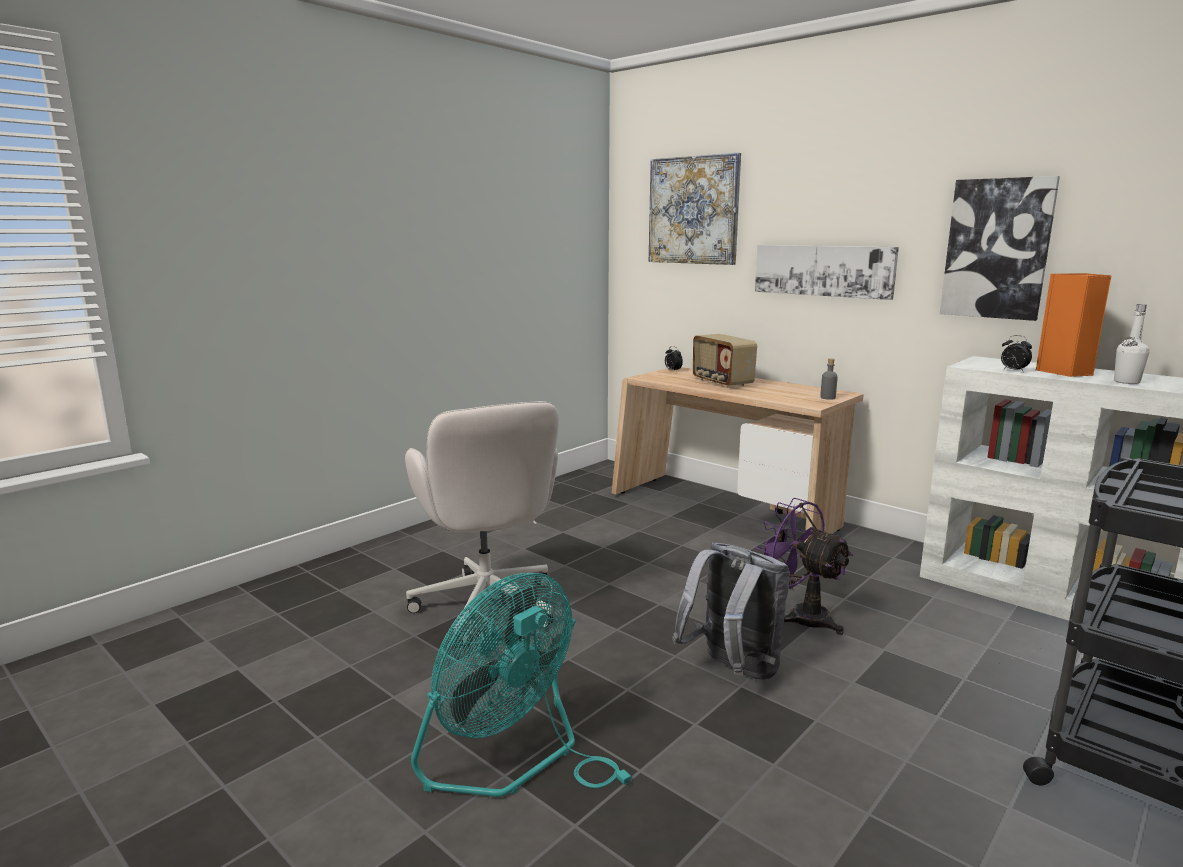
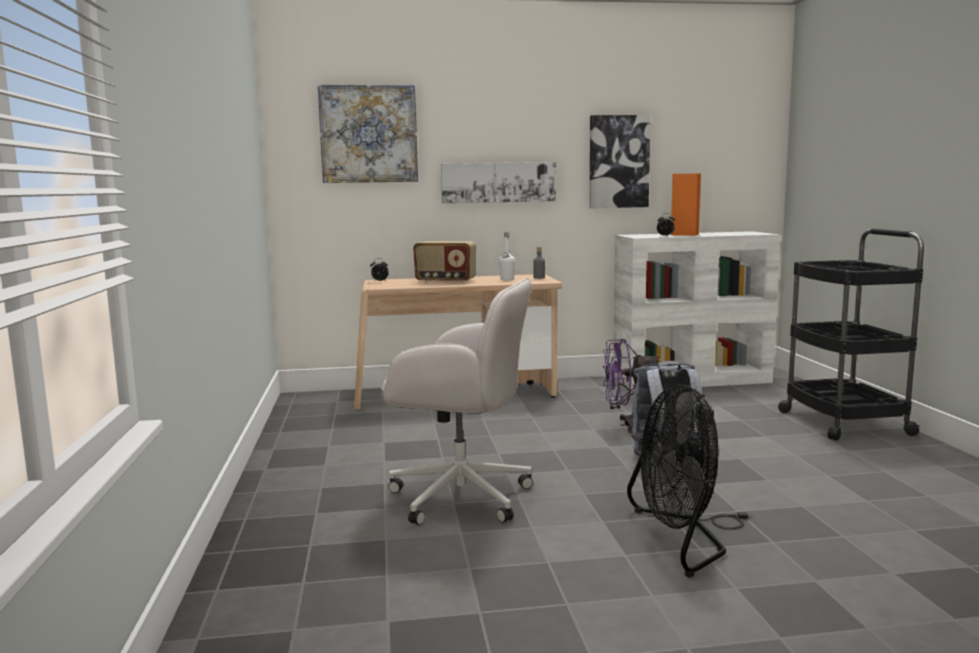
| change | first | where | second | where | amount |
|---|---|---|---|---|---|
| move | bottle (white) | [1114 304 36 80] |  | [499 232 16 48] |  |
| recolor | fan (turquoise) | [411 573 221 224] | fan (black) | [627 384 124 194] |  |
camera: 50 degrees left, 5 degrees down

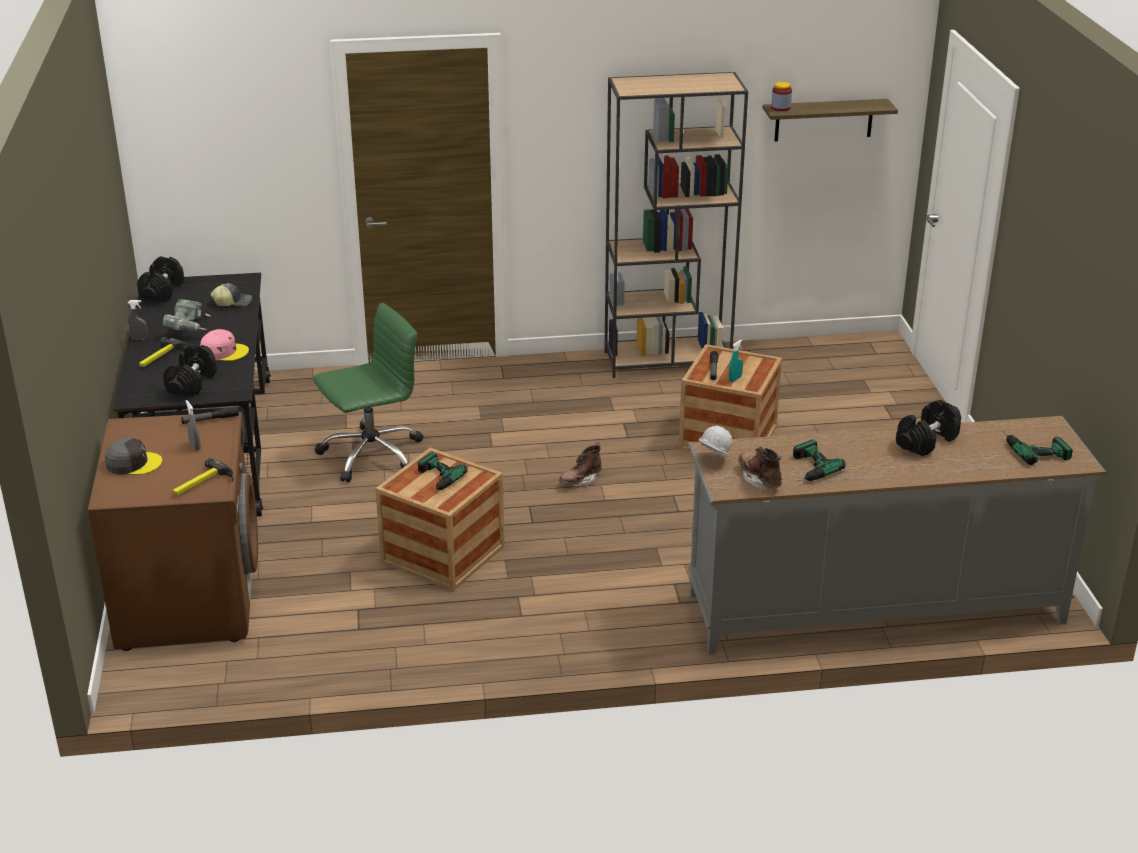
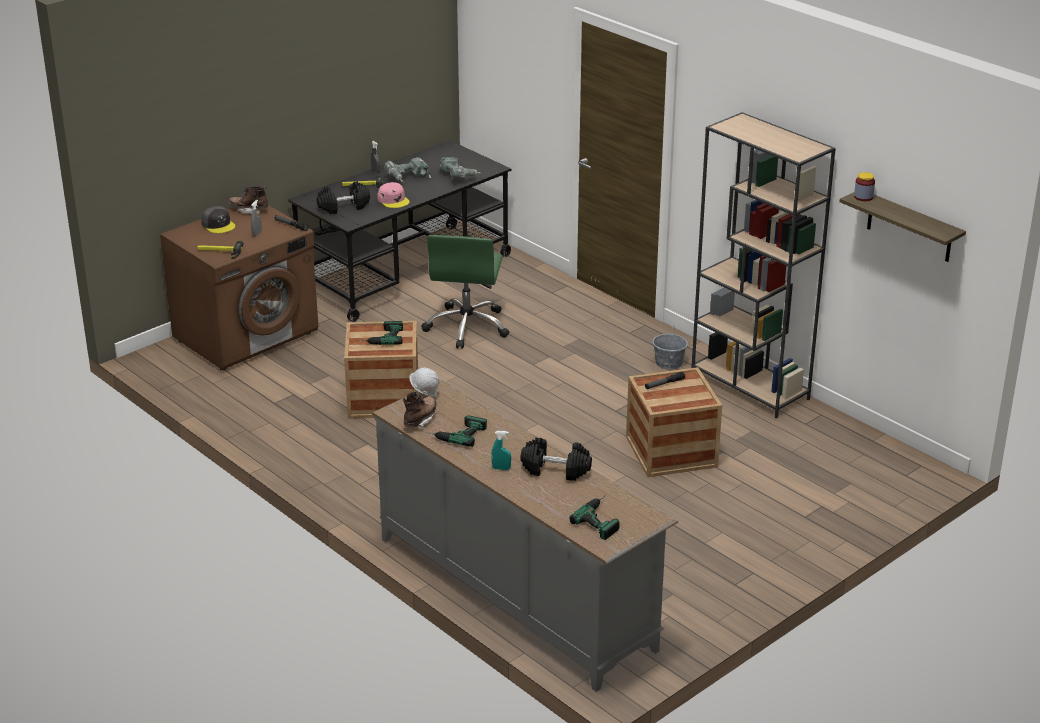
| change | first | where | second | where | amount |
|---|---|---|---|---|---|
| delete | dumbbell (black) | [137 256 47 46] |  |  |  |
| replace | cap | [211 283 41 23] | power drill | [439 157 41 21] |  |
| rotate | office chair (green) | [313 303 110 180] |  | [421 235 88 114] | 75 degrees clockwise |
| move | spray bottle (turquoise) | [729 340 14 42] |  | [491 431 20 39] |  |
| move | boot (brown) | [559 443 43 44] |  | [228 186 40 28] |  |
| insert |  |  | bucket (grey) | [652 325 36 44] |  |
camera: 55 degrees right, 0 degrees up

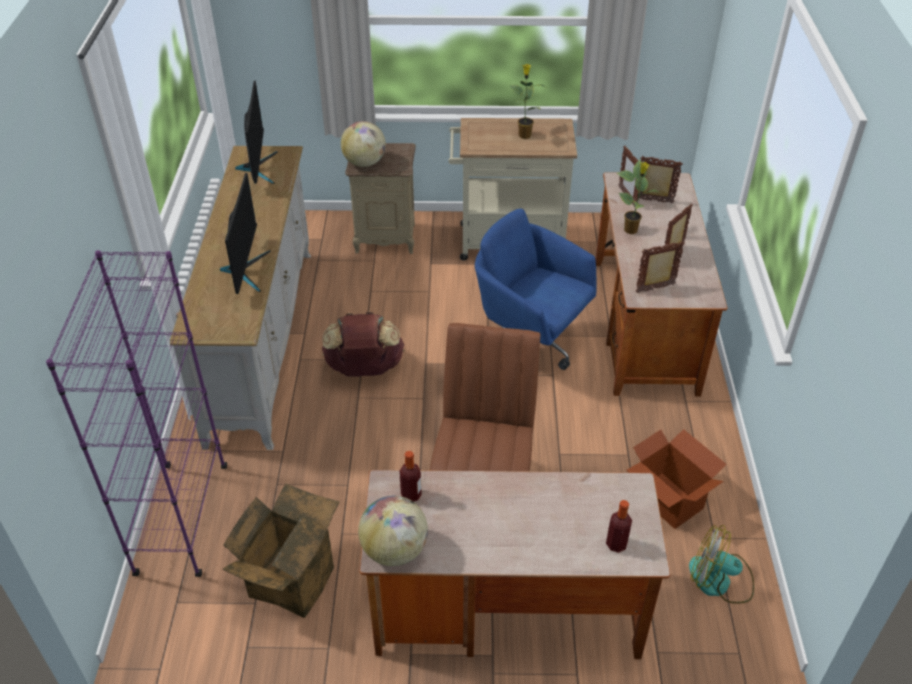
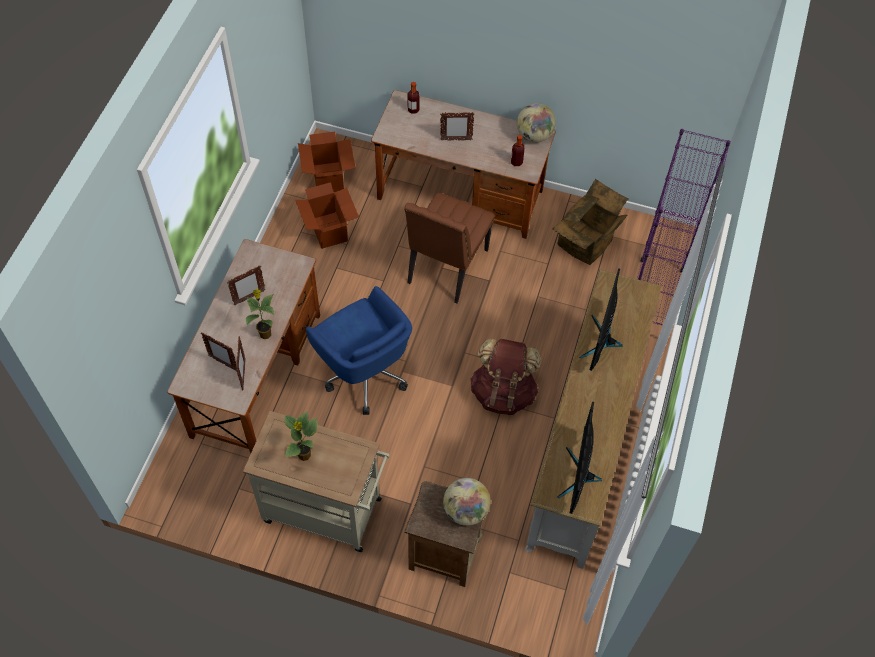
| change | first | where | second | where | amount |
|---|---|---|---|---|---|
| move | picture frame | [635 242 50 51] |  | [440 112 34 29] |  |
| replace | fan | [689 525 65 79] | cardboard box | [298 132 57 60] |  |
camera: 165 degrees left, 15 degrees up

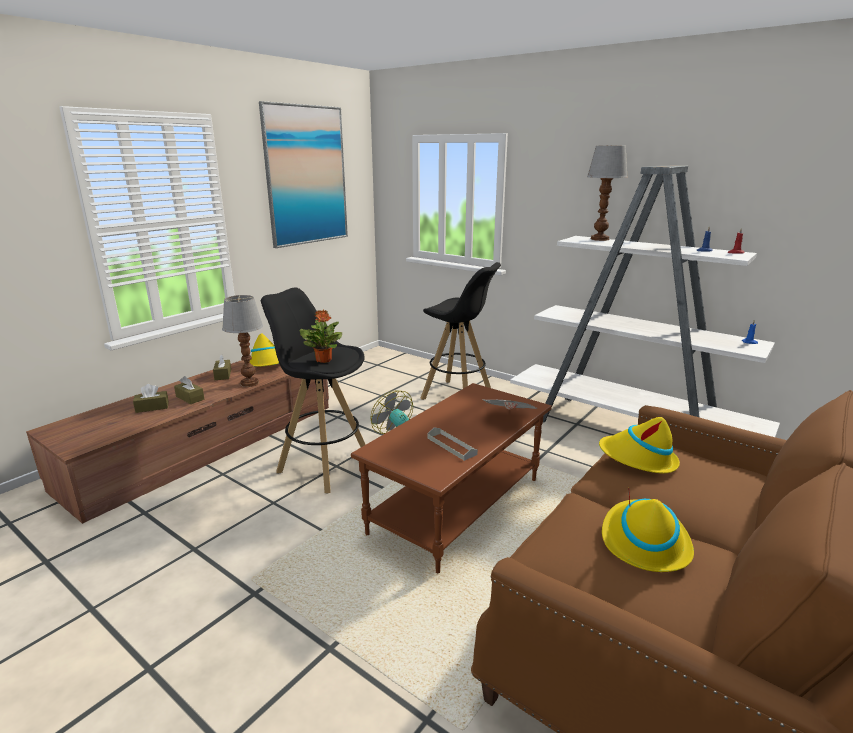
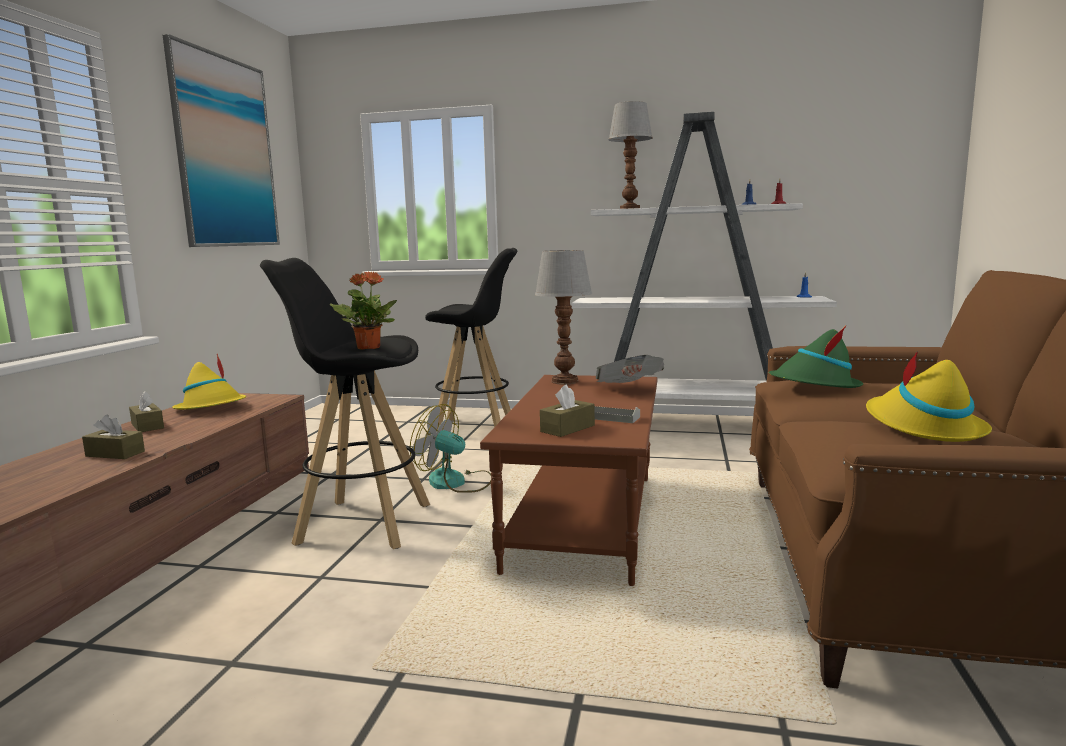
| change | first | where | second | where | amount |
|---|---|---|---|---|---|
| move | table lamp | [222 295 41 92] |  | [535 250 57 135] |  |
| move | tissue box (brown) | [133 384 36 29] |  | [540 384 55 53] |  |
| recolor | hat (yellow) | [599 417 81 56] | hat (green) | [769 326 94 62] |  |
camera: 25 degrees left, 10 degrees down

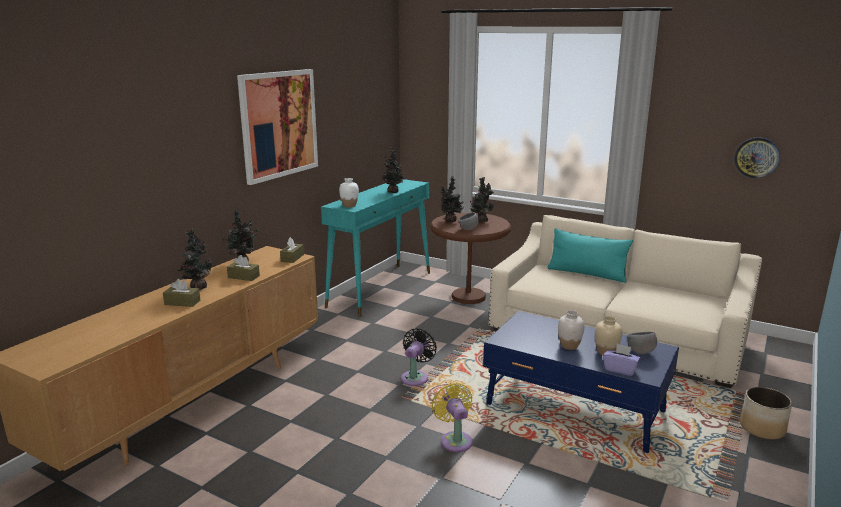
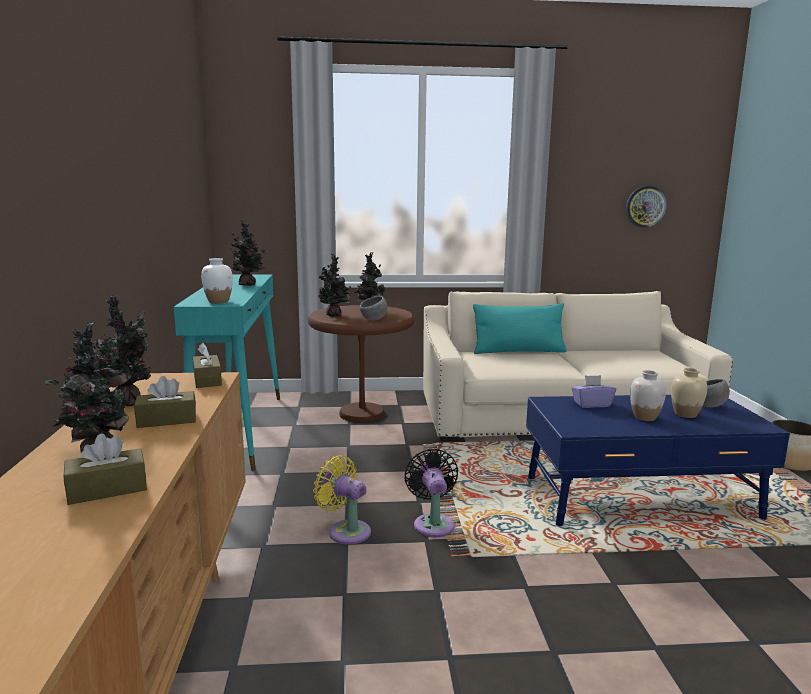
| change | first | where | second | where | amount |
|---|---|---|---|---|---|
| delete | picture | [237 69 81 116] |  |  |  |
| move | tissue box (purple) | [603 344 37 32] |  | [571 375 45 33] |  |
| move | fan (yellow) | [432 383 41 69] |  | [313 455 58 90] |  |
camera: 35 degrees left, 5 degrees down

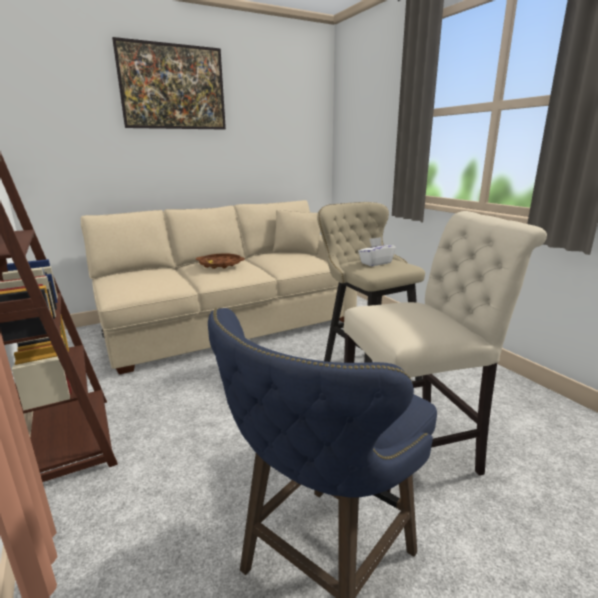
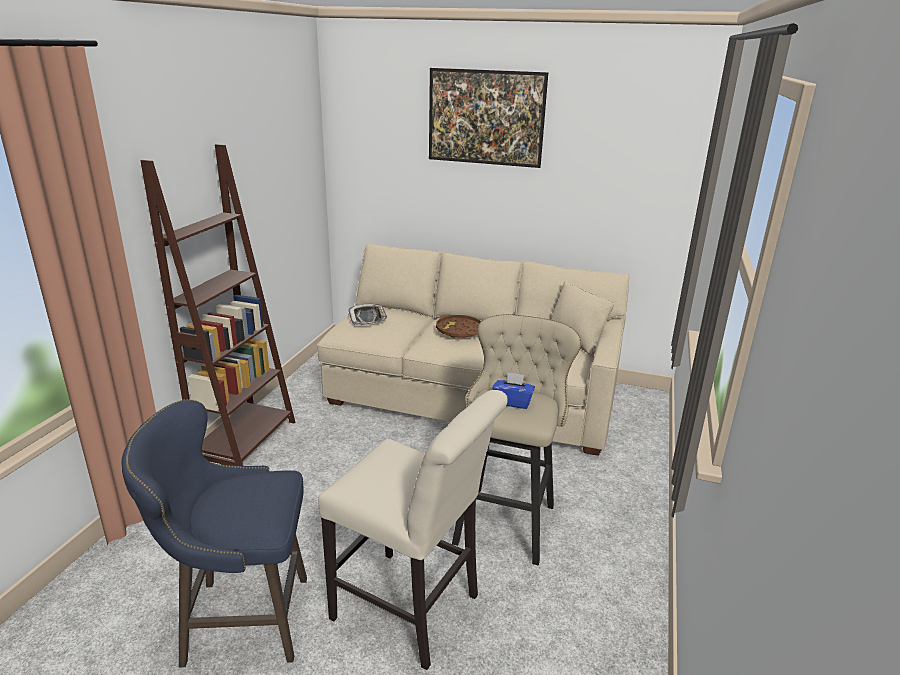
| change | first | where | second | where | amount |
|---|---|---|---|---|---|
| recolor | tissue box (white) | [358 237 38 29] | tissue box (blue) | [492 372 43 37] |  |
| insert |  |  | tray | [349 303 39 22] |  |
camera: 45 degrees right, 5 degrees up

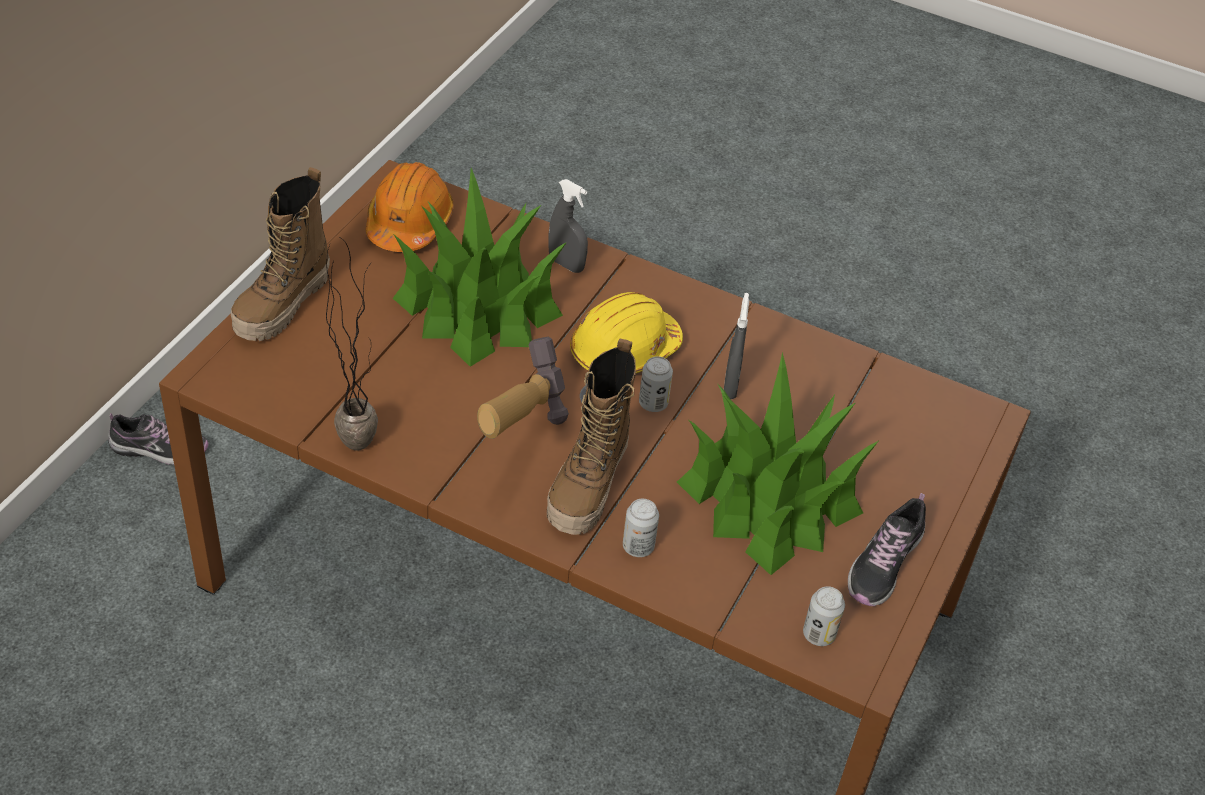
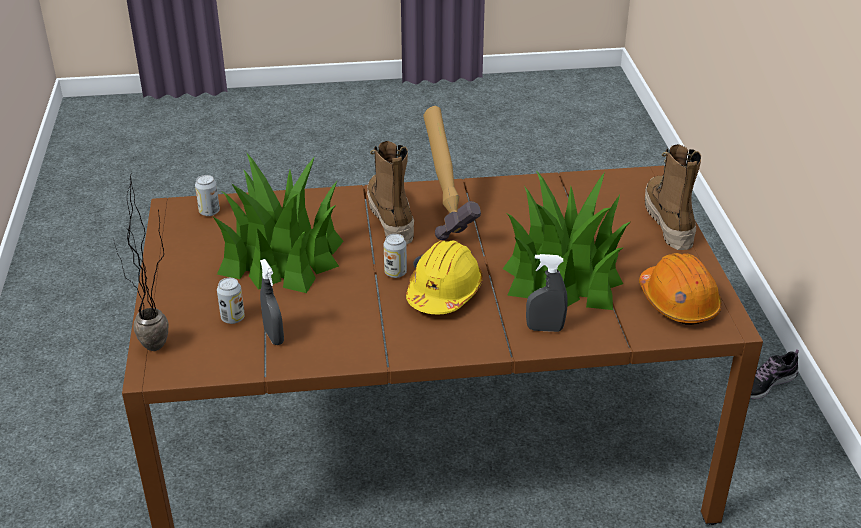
| change | first | where | second | where | amount |
|---|---|---|---|---|---|
| move | potted plant | [326 236 52 215] |  | [114 172 54 179] |  |
| move | spray bottle (grey) | [724 293 25 106] |  | [260 259 24 86] |  |
| delete | shoe | [848 493 78 113] |  |  |  |
| move | can | [623 499 36 58] |  | [217 278 28 46] |  |
camera: 150 degrees right, 10 degrees down

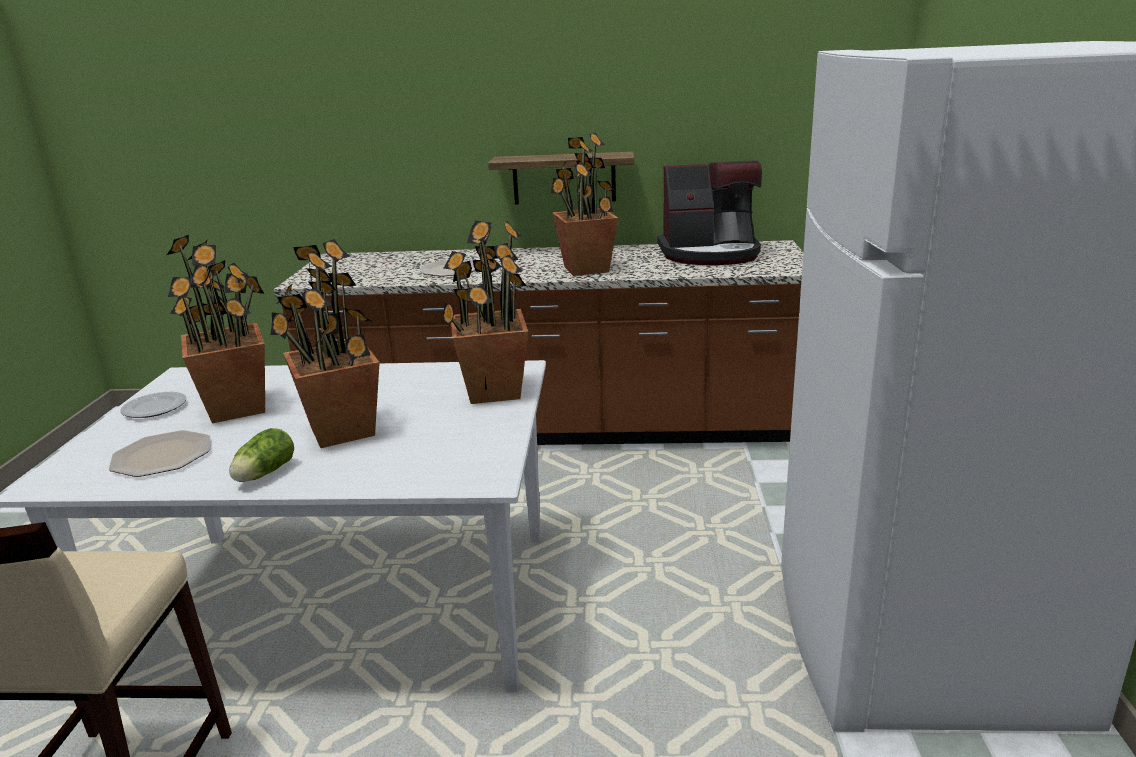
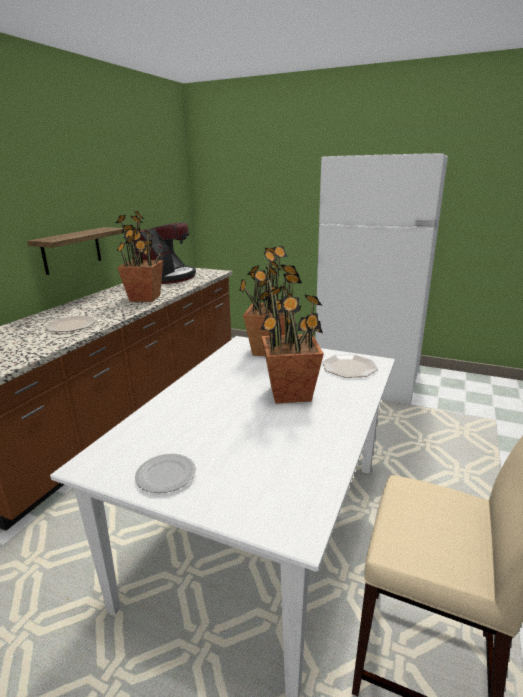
| change | first | where | second | where | amount |
|---|---|---|---|---|---|
| delete | potted plant | [167 234 98 189] |  |  |  |
| delete | lettuce | [229 428 65 54] |  |  |  |
| move | plate | [109 430 101 47] |  | [322 354 56 24] |  |
camera: 70 degrees left, 0 degrees up

